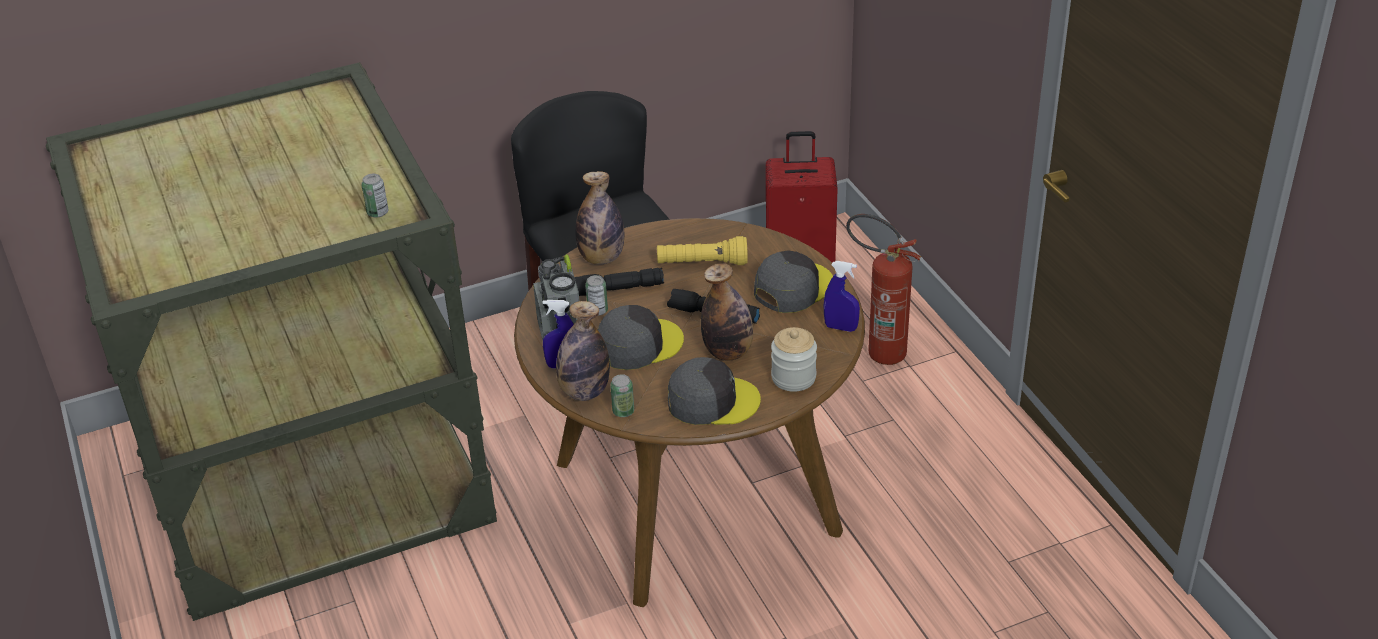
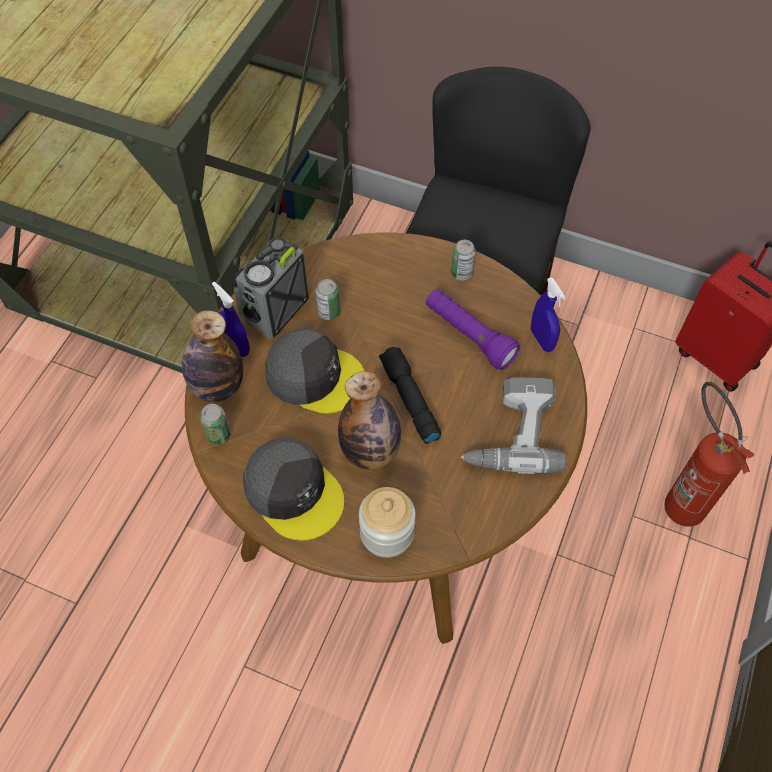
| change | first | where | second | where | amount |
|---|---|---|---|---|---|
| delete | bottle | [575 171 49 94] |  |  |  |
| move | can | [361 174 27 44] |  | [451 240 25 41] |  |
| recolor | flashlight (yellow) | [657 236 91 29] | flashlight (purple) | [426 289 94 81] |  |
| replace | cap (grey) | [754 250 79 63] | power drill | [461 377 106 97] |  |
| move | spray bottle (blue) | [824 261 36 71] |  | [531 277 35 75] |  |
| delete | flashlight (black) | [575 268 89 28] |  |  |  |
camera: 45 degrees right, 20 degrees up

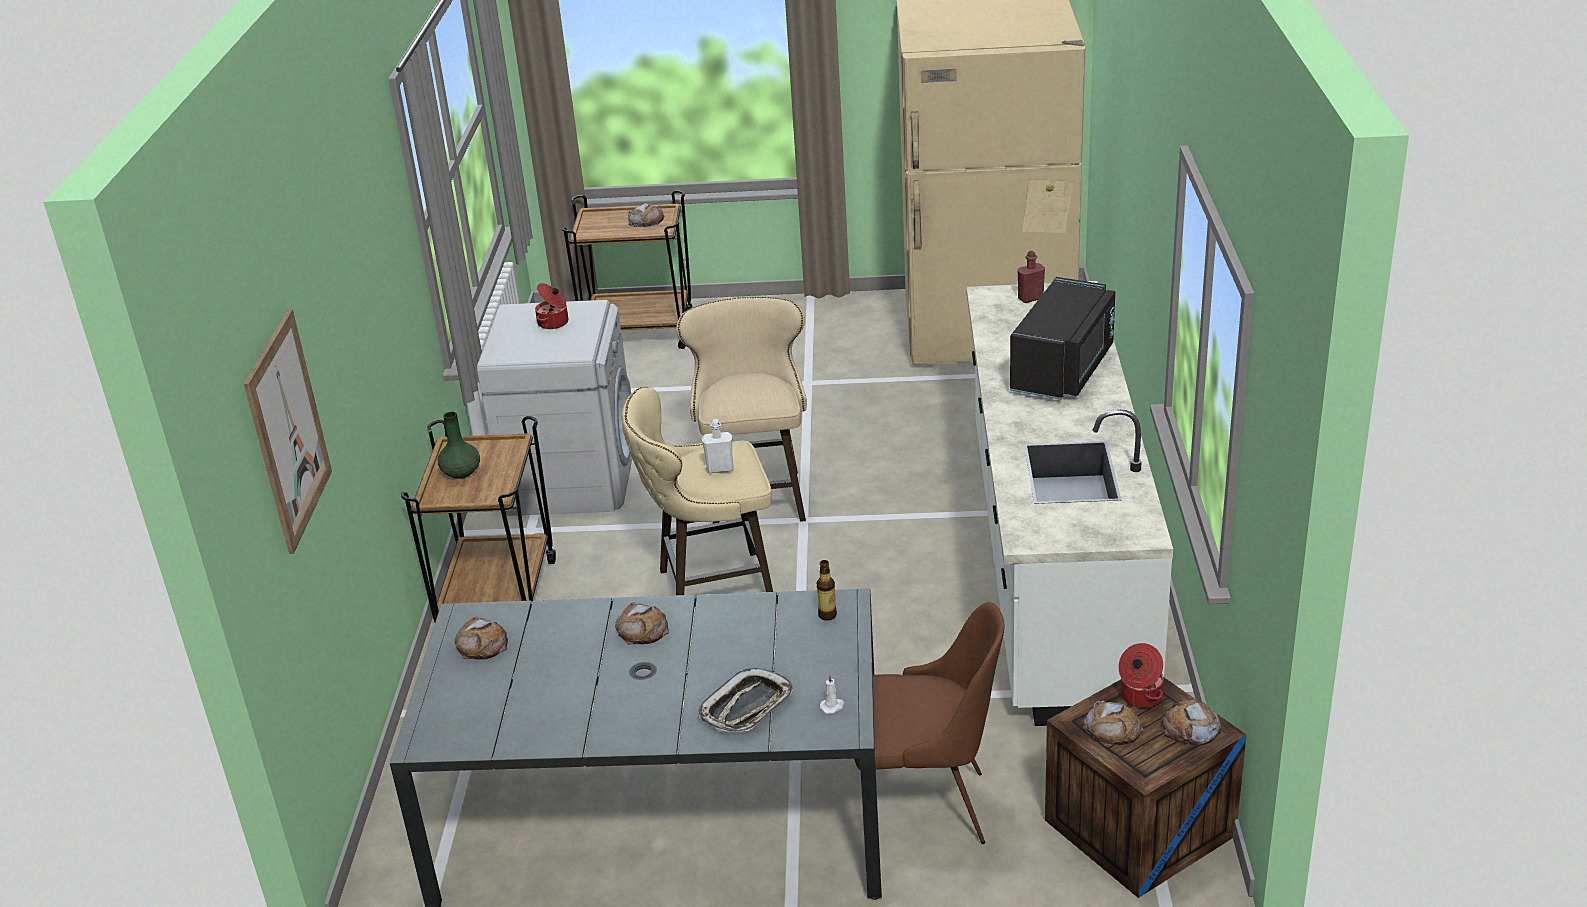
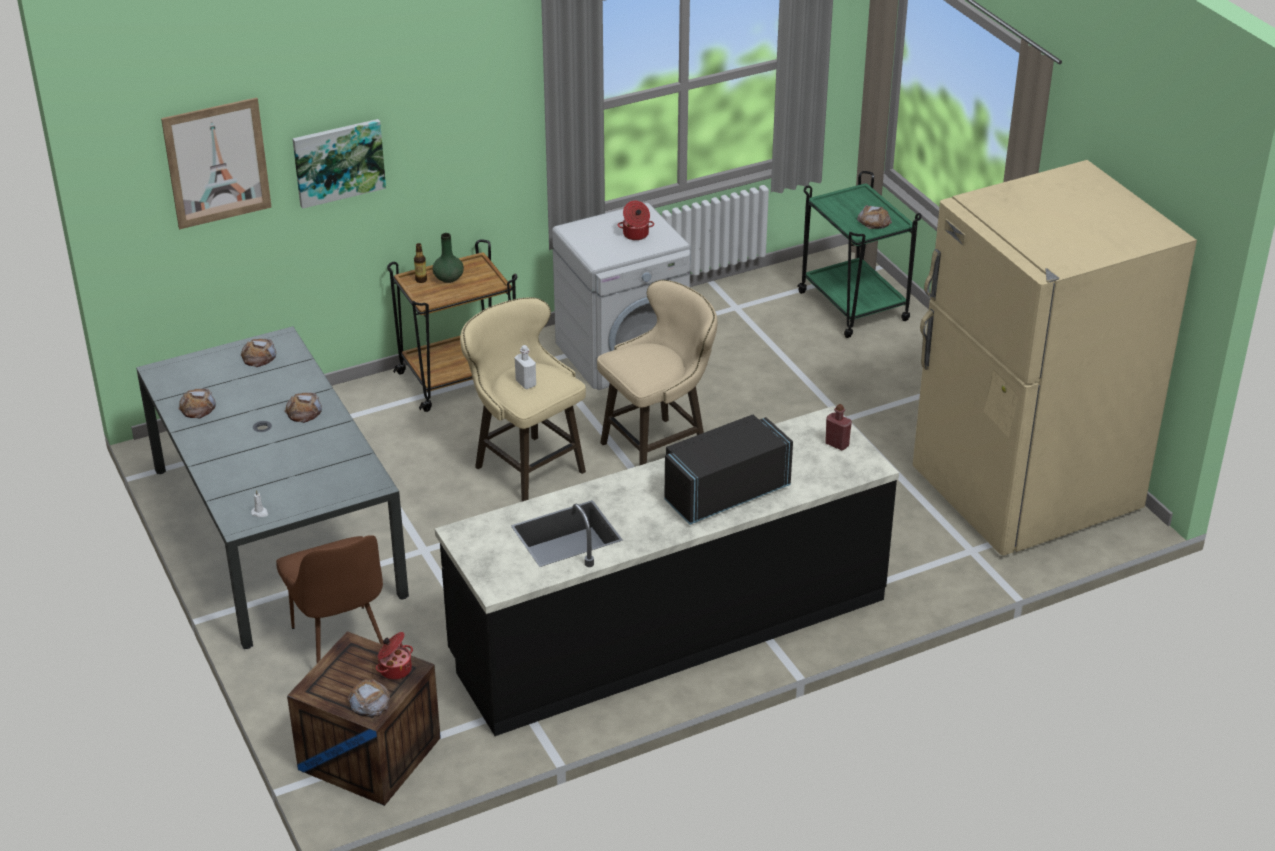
| change | first | where | second | where | amount |
|---|---|---|---|---|---|
| recolor | cart (brown) | [562 190 130 159] | cart (green) | [797 171 125 167] |  |
| rotate | microwave (black) | [1010 277 105 123] |  | [664 415 129 110] | 150 degrees clockwise |
| recolor | counter (white) | [967 281 206 445] | counter (black) | [435 406 464 330] |  |
| move | bottle | [816 560 21 61] |  | [414 243 13 40] |  |
| delete | tray | [698 668 95 64] |  |  |  |
| move | bread | [1083 700 61 47] |  | [178 388 38 31] |  |
| insert |  |  | picture | [292 119 94 90] |  |
camera: 60 degrees right, 5 degrees up

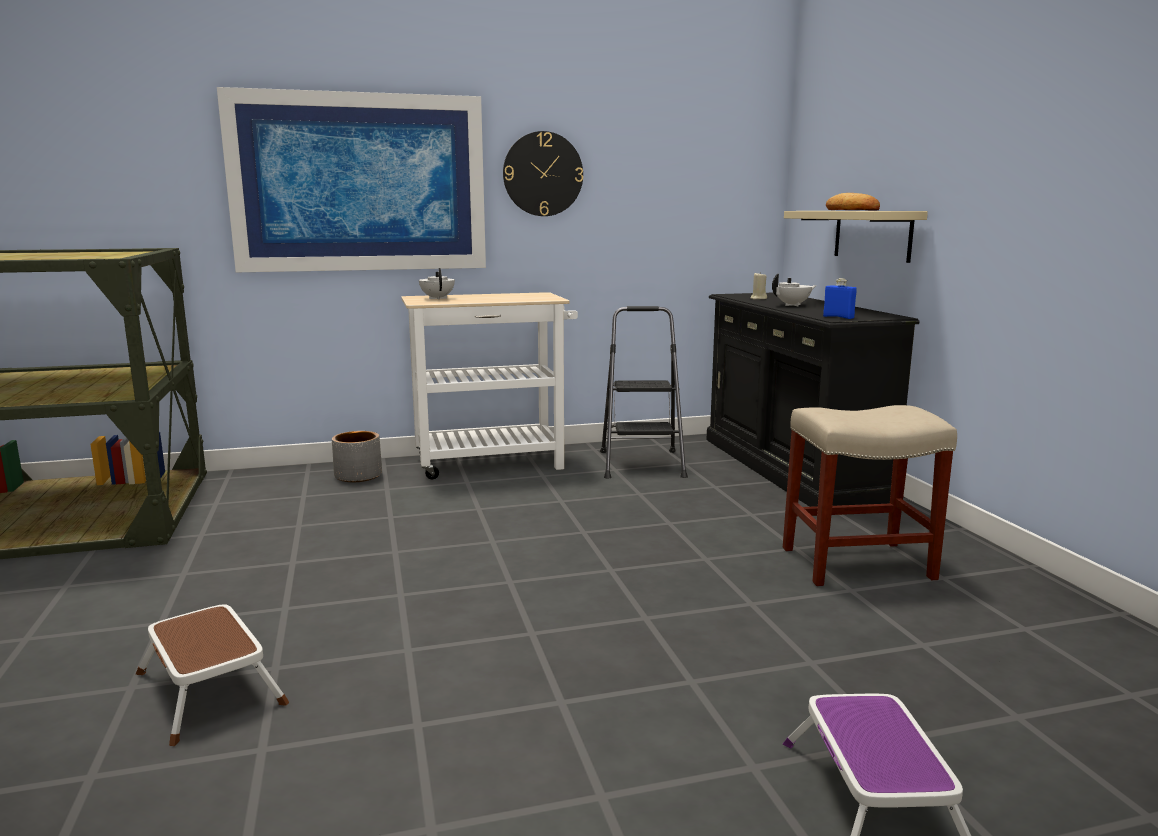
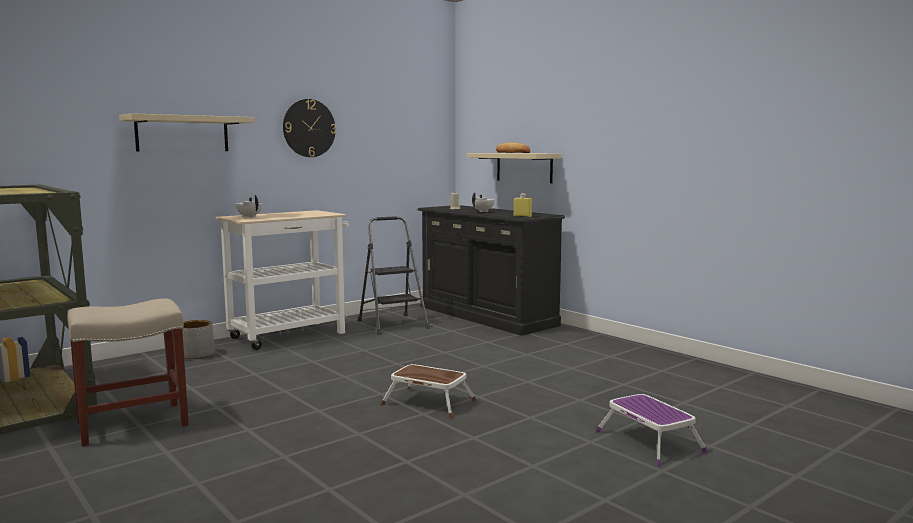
| change | first | where | second | where | amount |
|---|---|---|---|---|---|
| replace | picture | [217 87 269 185] | shelf (beige) | [119 113 136 39] |  |
| recolor | bottle (blue) | [823 278 34 41] | bottle (yellow) | [514 193 18 24] |  |
| move | stool (beige) | [783 405 174 181] |  | [67 299 122 147] |  |
| move | step ladder (brown) | [136 604 153 142] |  | [380 364 97 55] |  |
camera: 25 degrees left, 5 degrees down

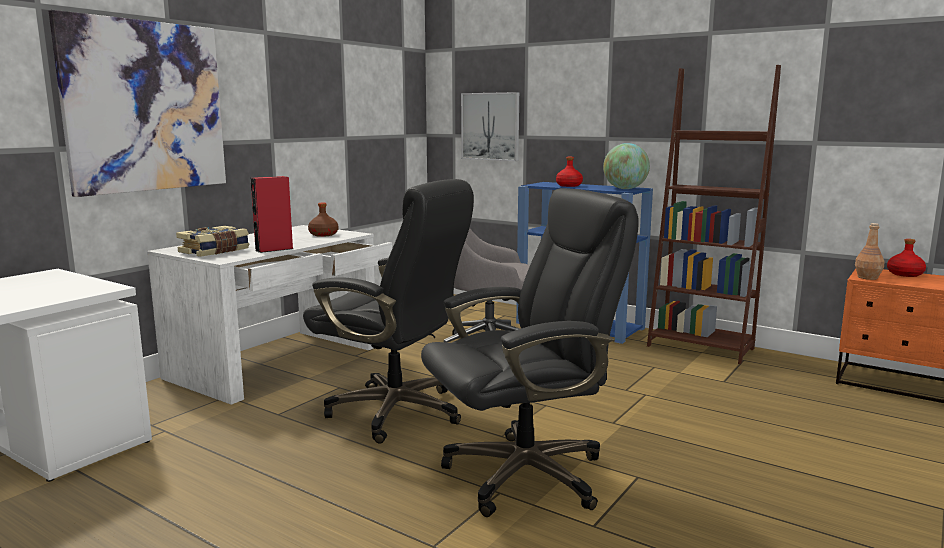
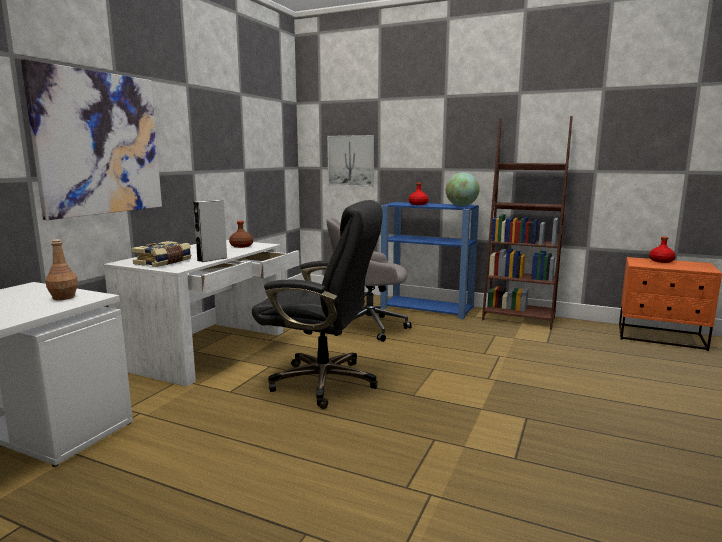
| change | first | where | second | where | amount |
|---|---|---|---|---|---|
| recolor | speaker (red) | [251 176 42 77] | speaker (grey) | [193 200 34 62] |  |
| delete | office chair (black) | [421 188 218 329] |  |  |  |
| move | bottle (brown) | [855 223 30 57] |  | [46 239 32 61] |  |
camera: 10 degrees left, 0 degrees up

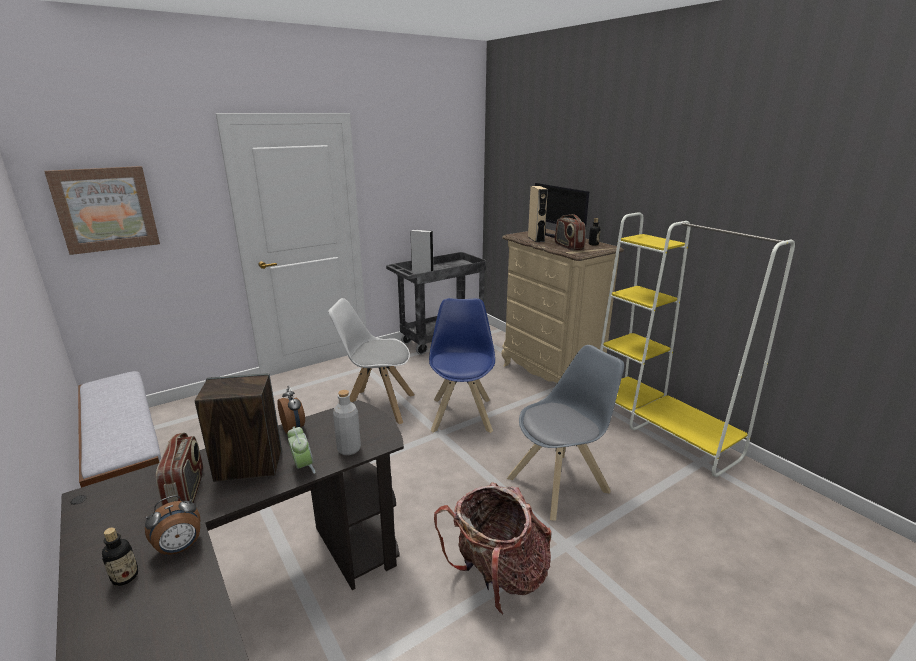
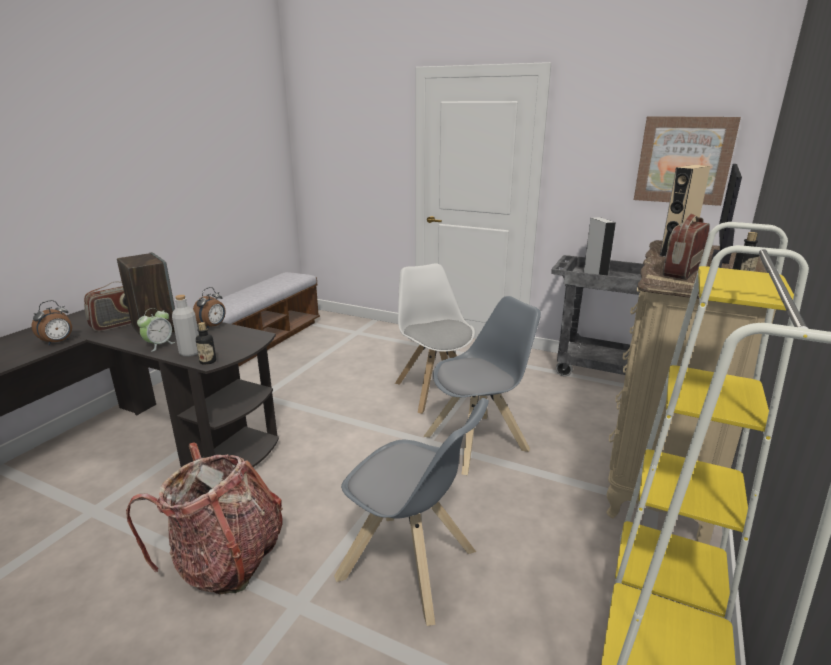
| change | first | where | second | where | amount |
|---|---|---|---|---|---|
| move | picture | [44 166 116 89] |  | [634 116 107 90] |  |
| recolor | chair (blue) | [429 298 66 135] | chair (grey) | [423 296 118 179] |  |
| rotate | alarm clock | [145 496 55 60] |  | [31 300 41 45] | 75 degrees counterclockwise |
| move | bottle | [102 527 36 59] |  | [196 322 20 43] |  |
camera: 60 degrees right, 0 degrees up

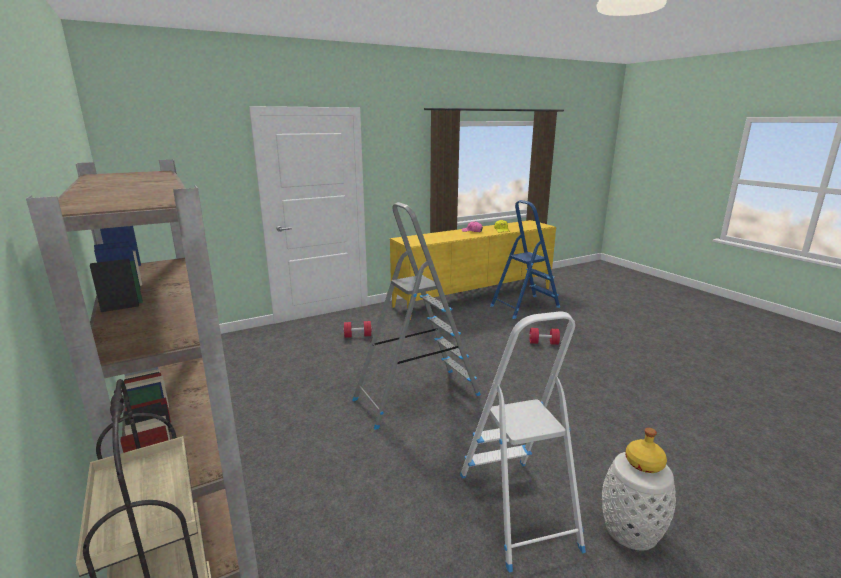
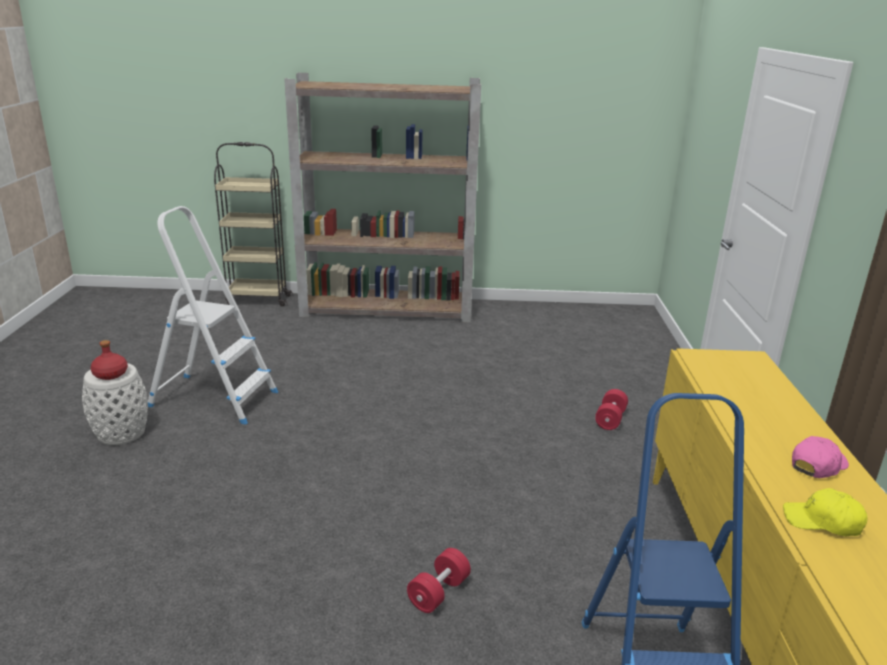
| change | first | where | second | where | amount |
|---|---|---|---|---|---|
| delete | step ladder (grey) | [353 202 128 228] |  |  |  |
| recolor | bottle (yellow) | [625 428 42 45] | bottle (red) | [91 340 37 40] |  |
camera: 120 degrees right, 5 degrees up

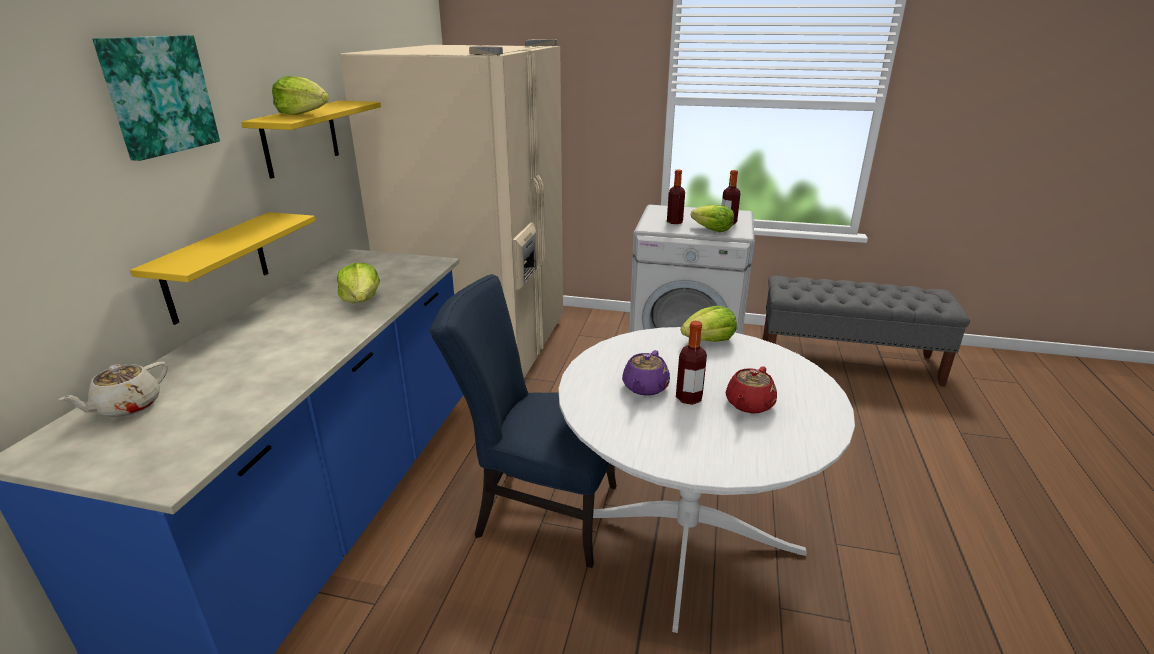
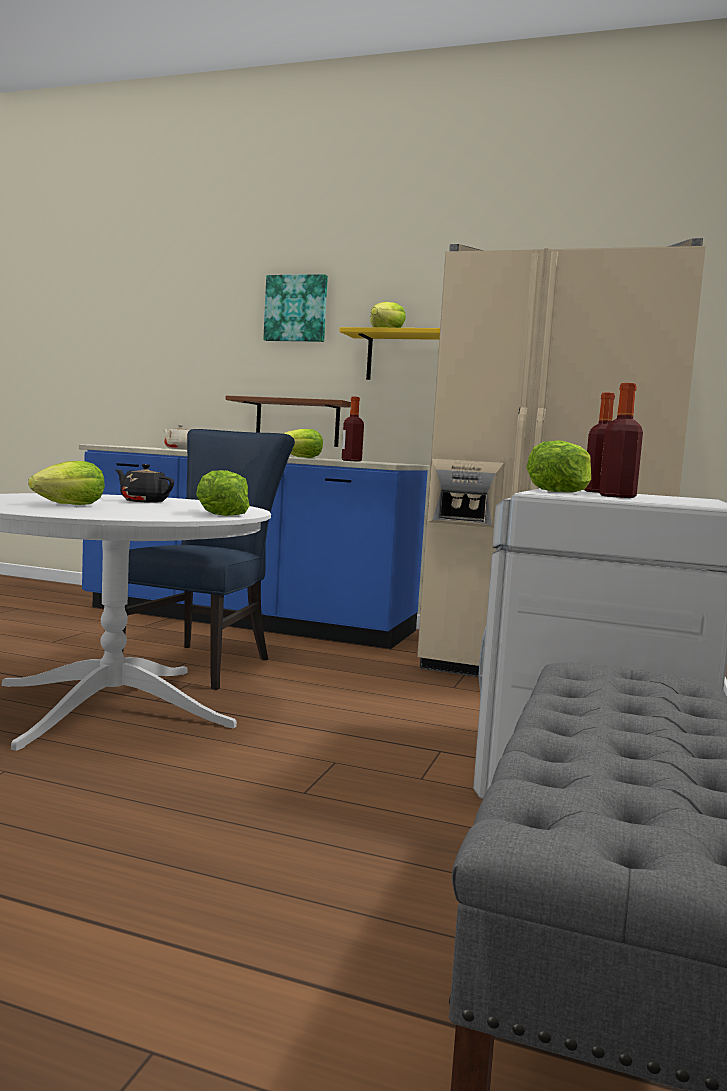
| change | first | where | second | where | amount |
|---|---|---|---|---|---|
| recolor | shelf (yellow) | [130 212 185 113] | shelf (brown) | [225 396 126 51] |  |
| move | bottle | [676 321 31 84] |  | [342 396 22 66] |  |
| recolor | teapot (purple) | [622 350 48 46] | teapot (black) | [116 464 58 39] |  |
| replace | teapot (red) | [726 367 51 46] | lettuce | [28 461 77 44] |  |
camera: 95 degrees right, 20 degrees down

